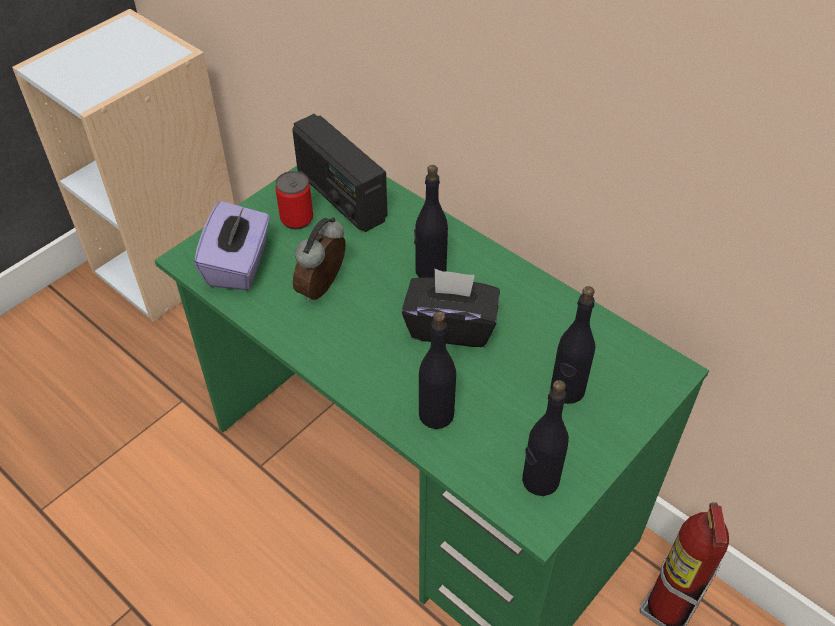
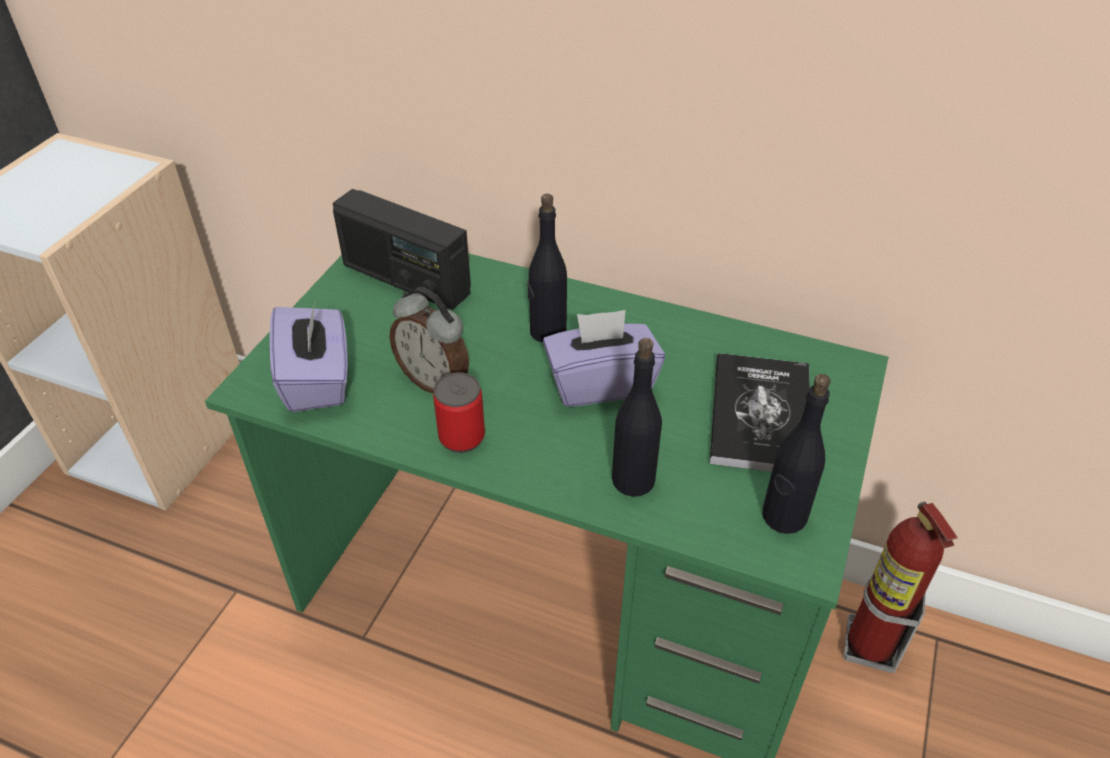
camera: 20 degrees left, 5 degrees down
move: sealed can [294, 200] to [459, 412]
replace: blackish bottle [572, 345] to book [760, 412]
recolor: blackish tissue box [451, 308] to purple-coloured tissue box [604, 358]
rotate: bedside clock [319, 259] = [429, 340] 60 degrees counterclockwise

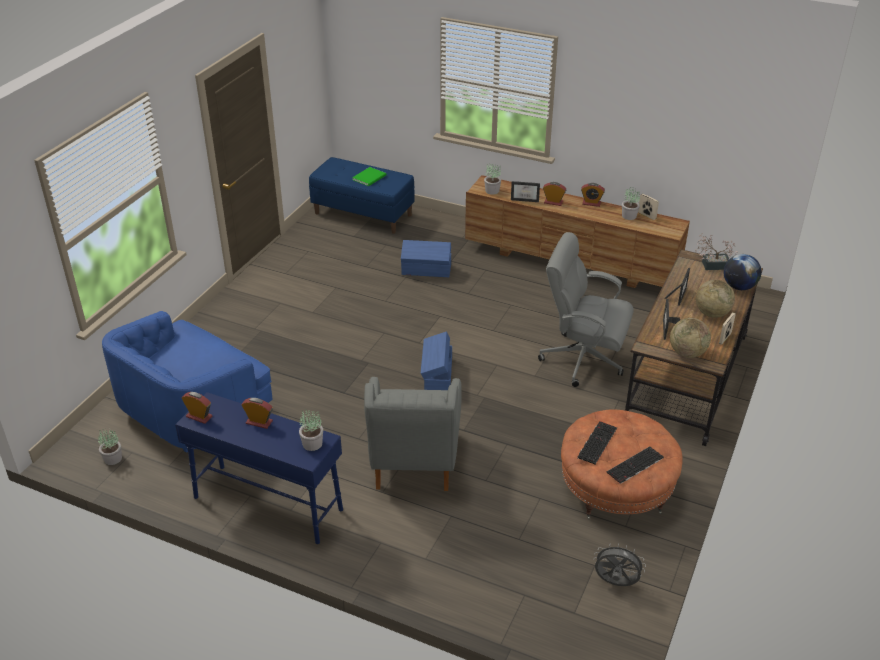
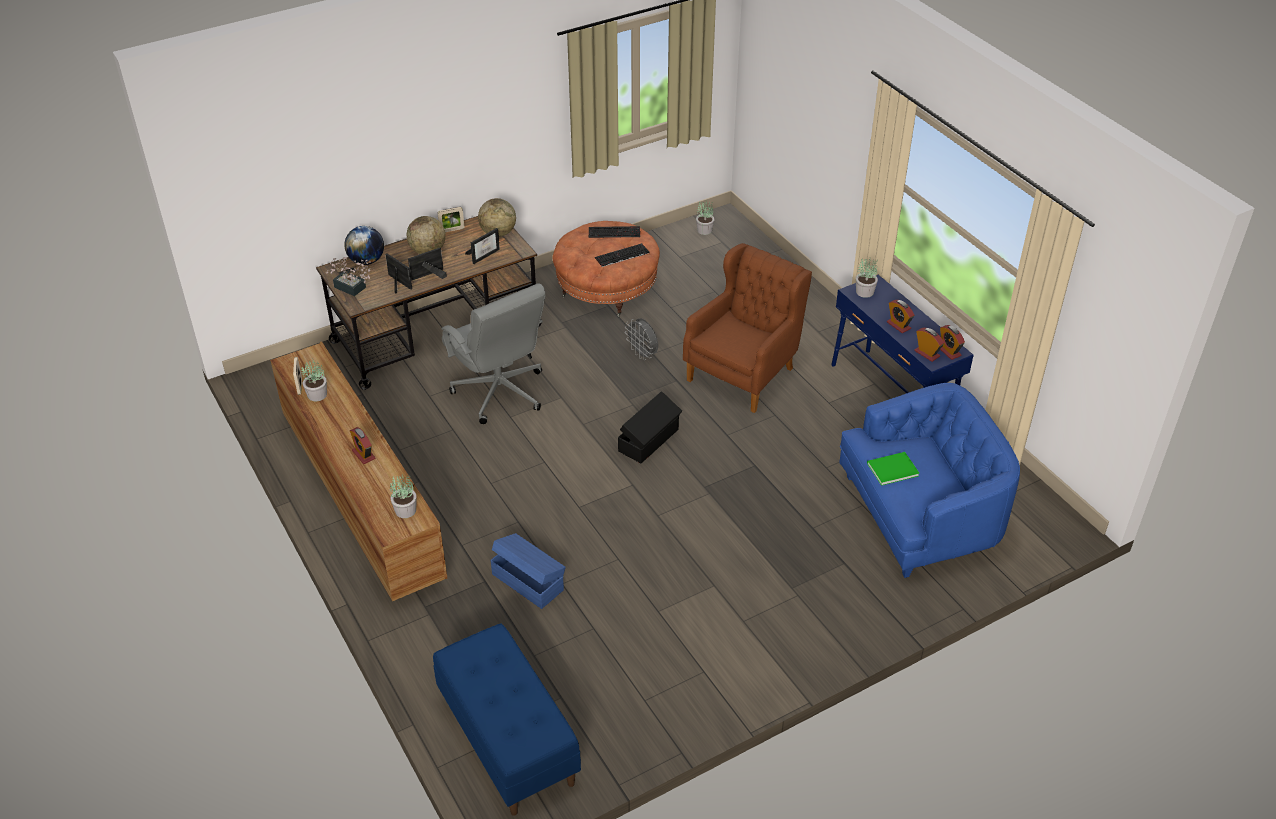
camera: 145 degrees left, 5 degrees up
move: green book [369, 176] to [893, 469]; photo frame [525, 191] to [398, 273]; bedside clock [593, 195] to [929, 345]; houseplant [110, 447] to [705, 218]; grey fan [620, 564] to [641, 339]
recolor: bluish storage bin [436, 361] to blackish storage bin [650, 427]; grey armchair [413, 434] to brownish armchair [747, 328]

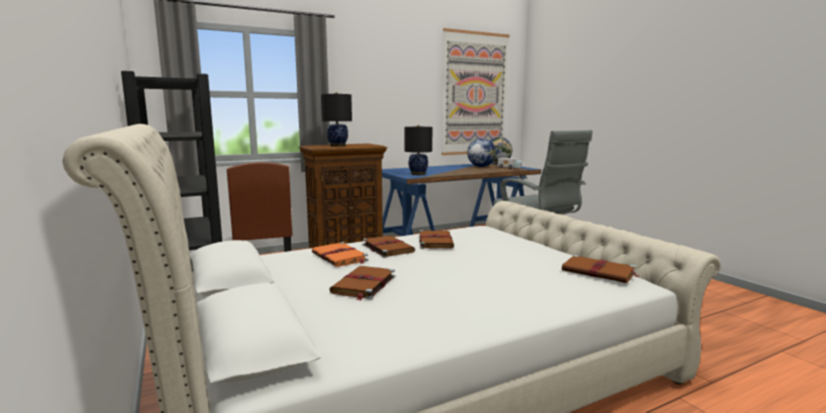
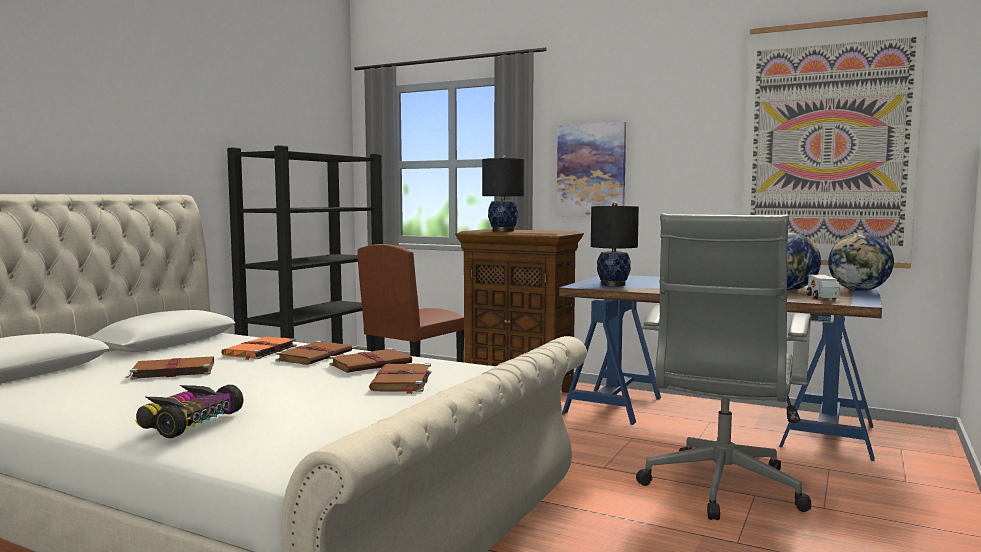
camera: 55 degrees right, 5 degrees down
insert: wall picture [591, 169]; miniature car [189, 411]
move: brownish book [600, 269] to [400, 379]

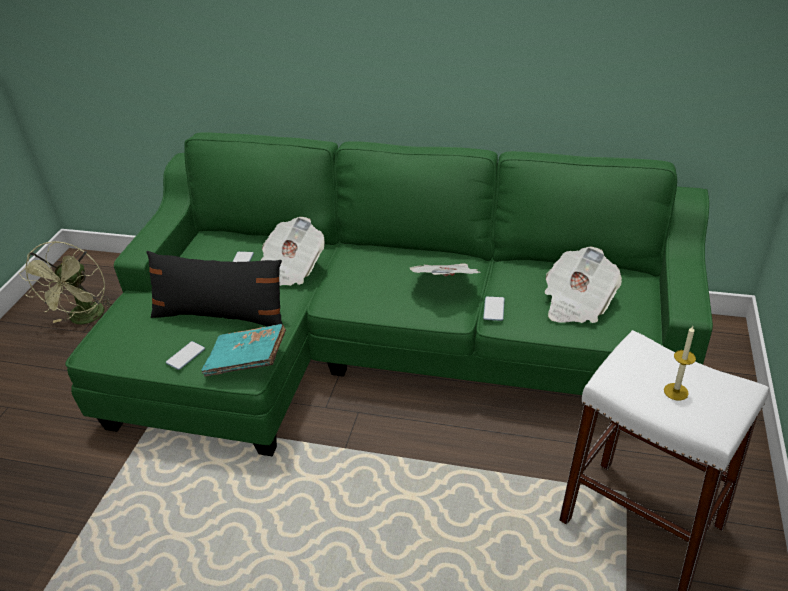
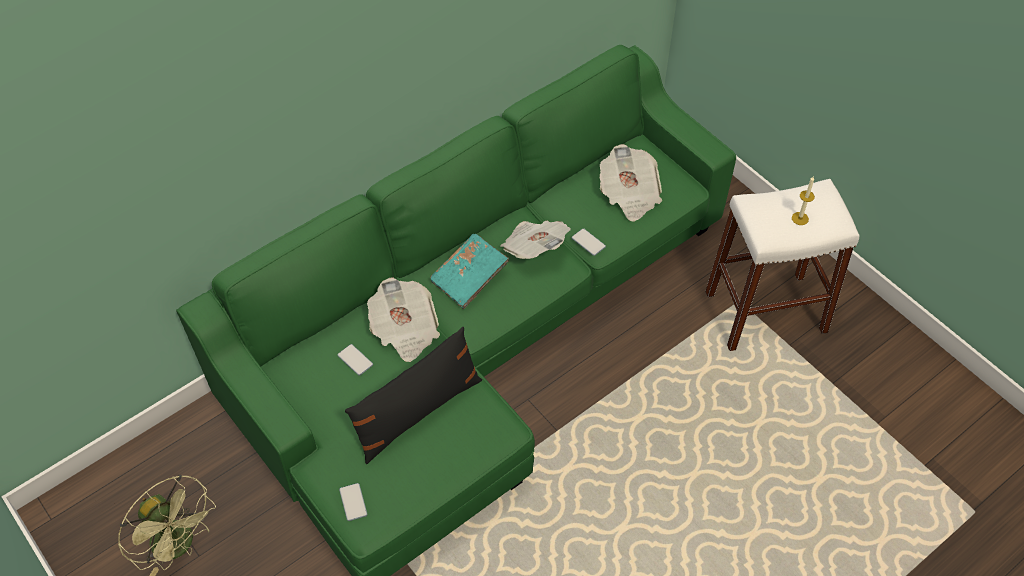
camera: 55 degrees left, 15 degrees up
move: turquoise-coloured book [243, 350] to [469, 271]; telephone [185, 355] to [353, 502]

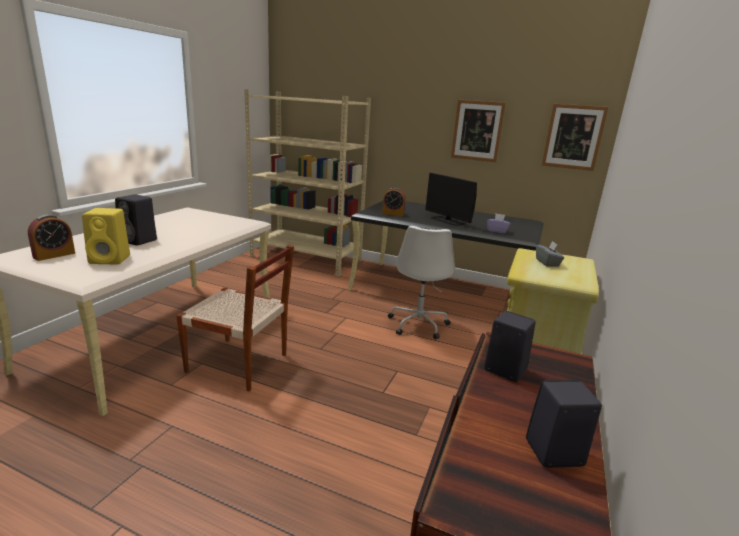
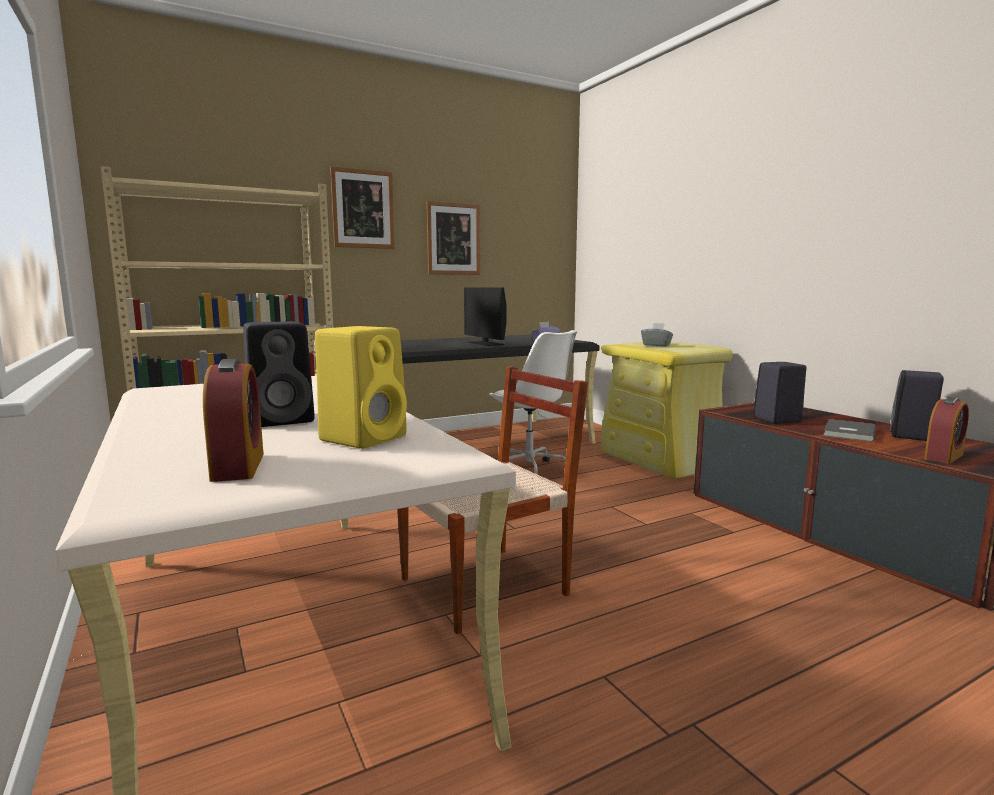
camera: 50 degrees left, 10 degrees down
insert: grey book [849, 430]
move: wall picture [575, 137] to [362, 207]; bedside clock [393, 201] to [946, 430]
rotate: computer screen [451, 199] = [485, 316] 60 degrees clockwise

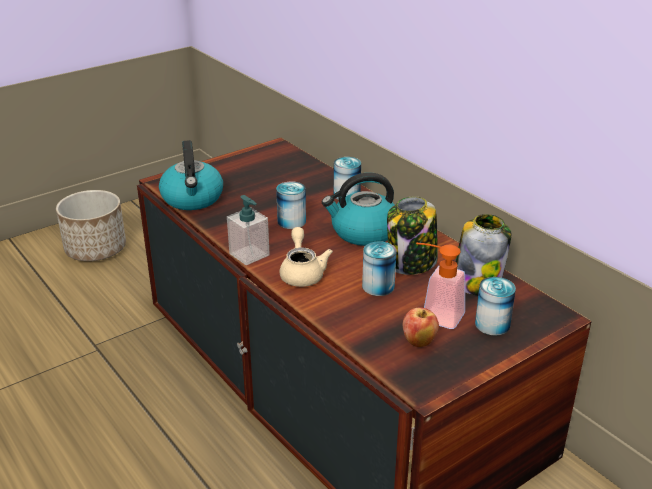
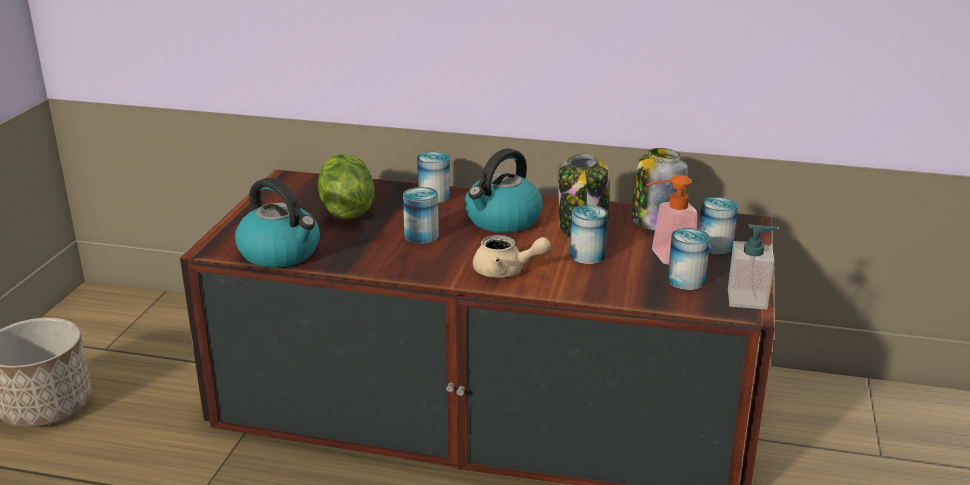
camera: 40 degrees left, 5 degrees down
insert: lettuce head [346, 186]
move: soap dispenser [248, 230] to [752, 267]
replace: apple [420, 327] to sealed can [689, 259]
rotate: beige-coloured teapot [306, 257] = [512, 256] 150 degrees clockwise

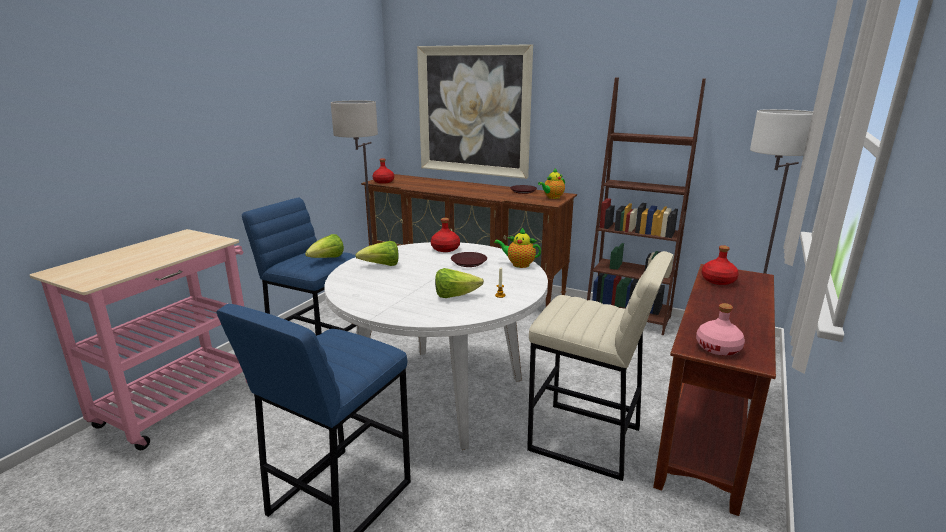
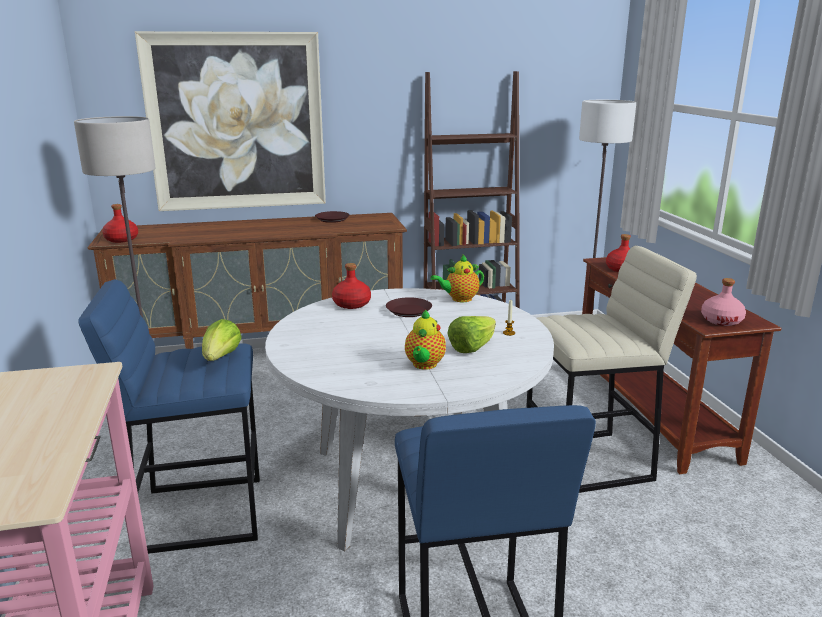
camera: 40 degrees left, 0 degrees up
delete: lettuce head [377, 253]
move: teapot [551, 183] to [425, 340]

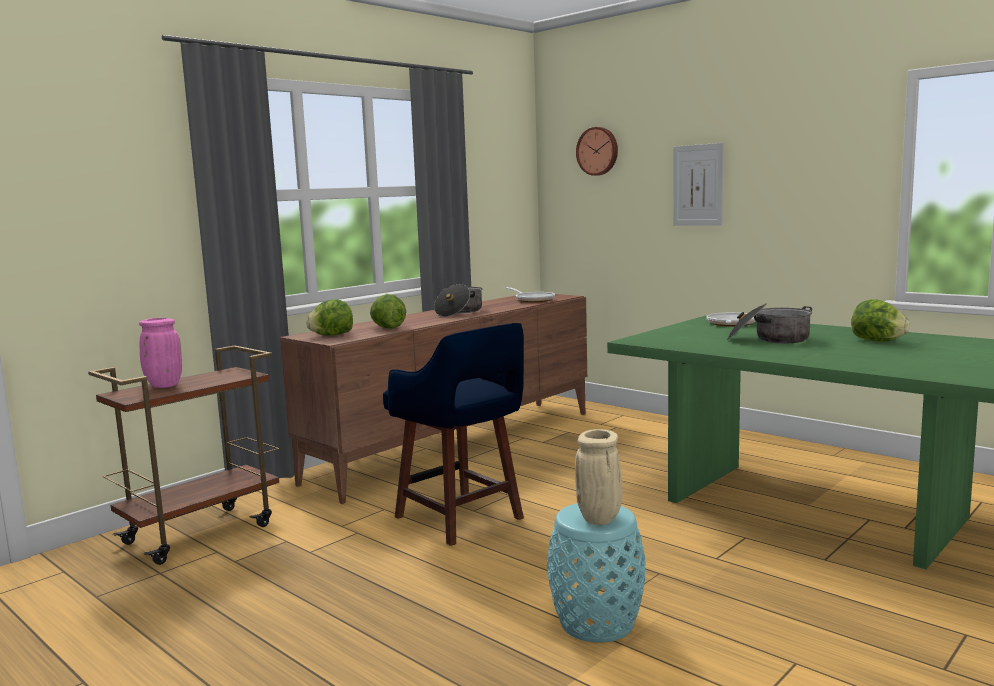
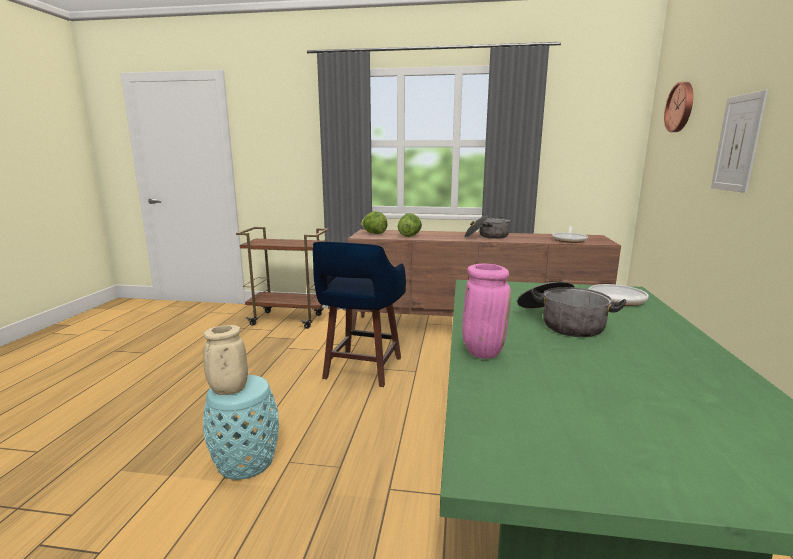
camera: 55 degrees right, 5 degrees up
delete: lettuce head [880, 320]
move: pink flower vase [160, 353] to [486, 311]

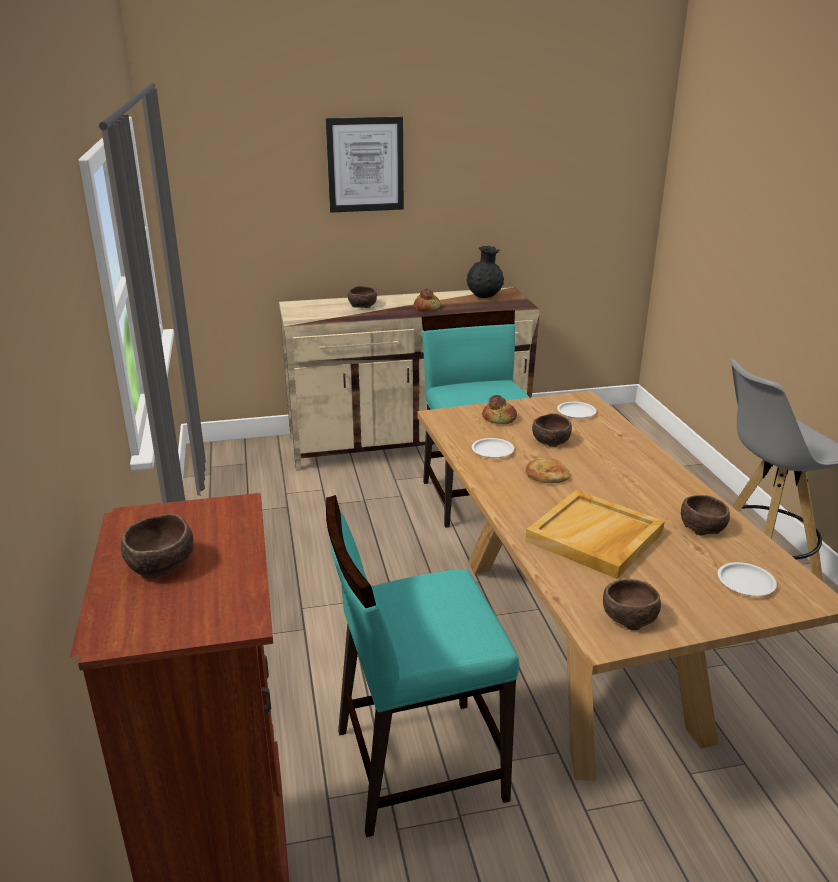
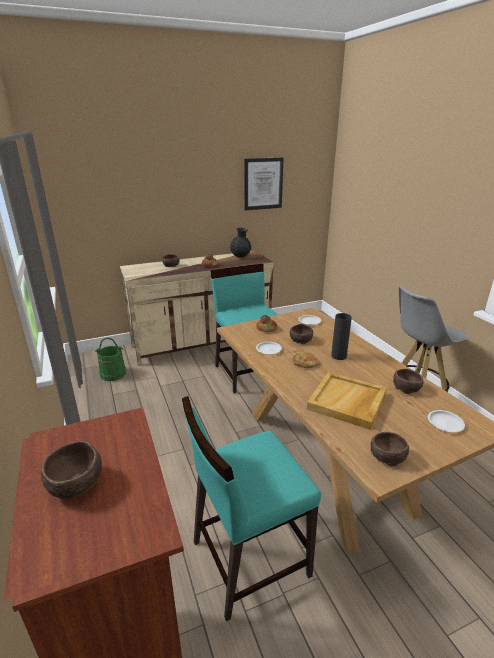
camera: 10 degrees left, 0 degrees up
insert: blackish flower vase [341, 336]; green pail [110, 359]
move: wall picture [365, 165] to [264, 183]

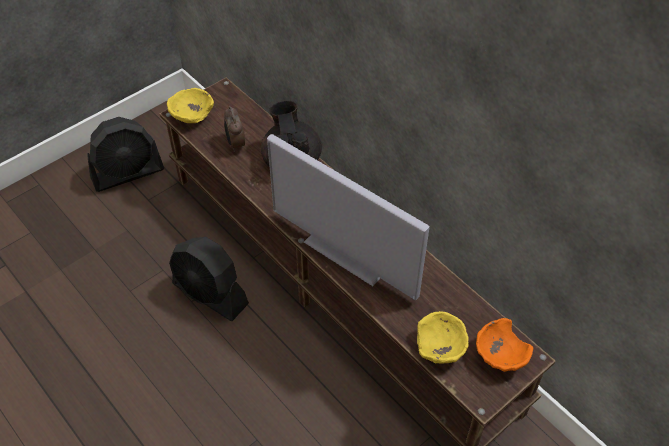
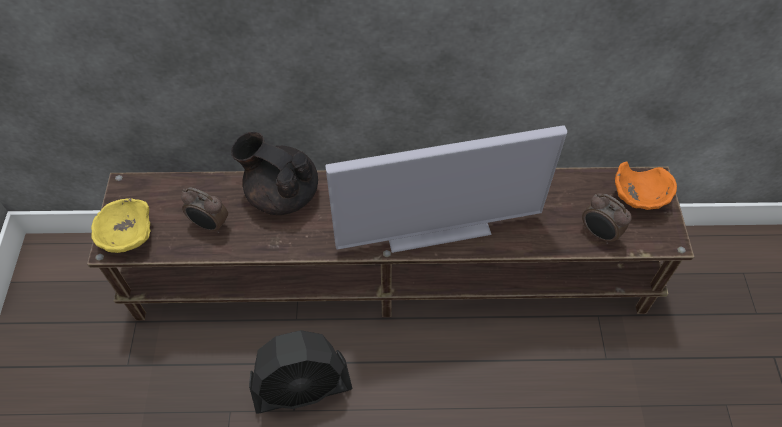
camera: 50 degrees left, 5 degrees up
delete: blackish fan [126, 154]
replace: yellow bowl [443, 337] to bedside clock [607, 218]

